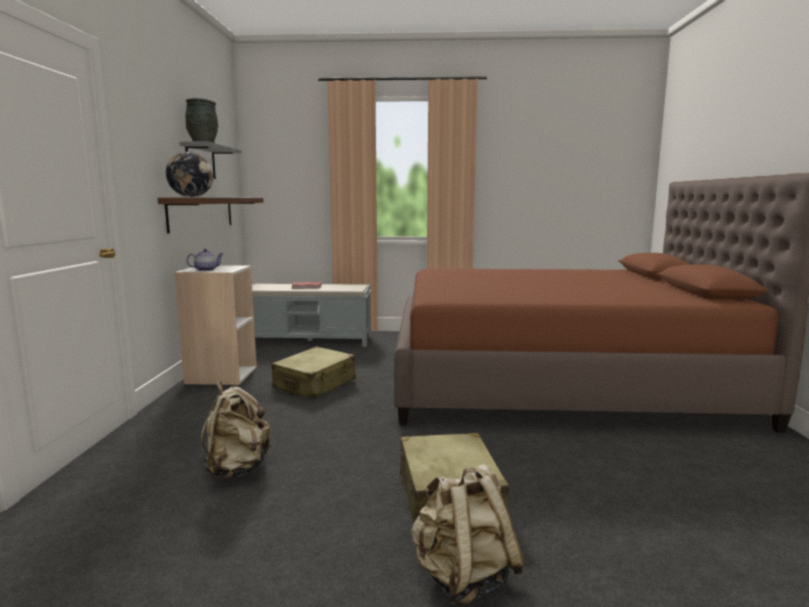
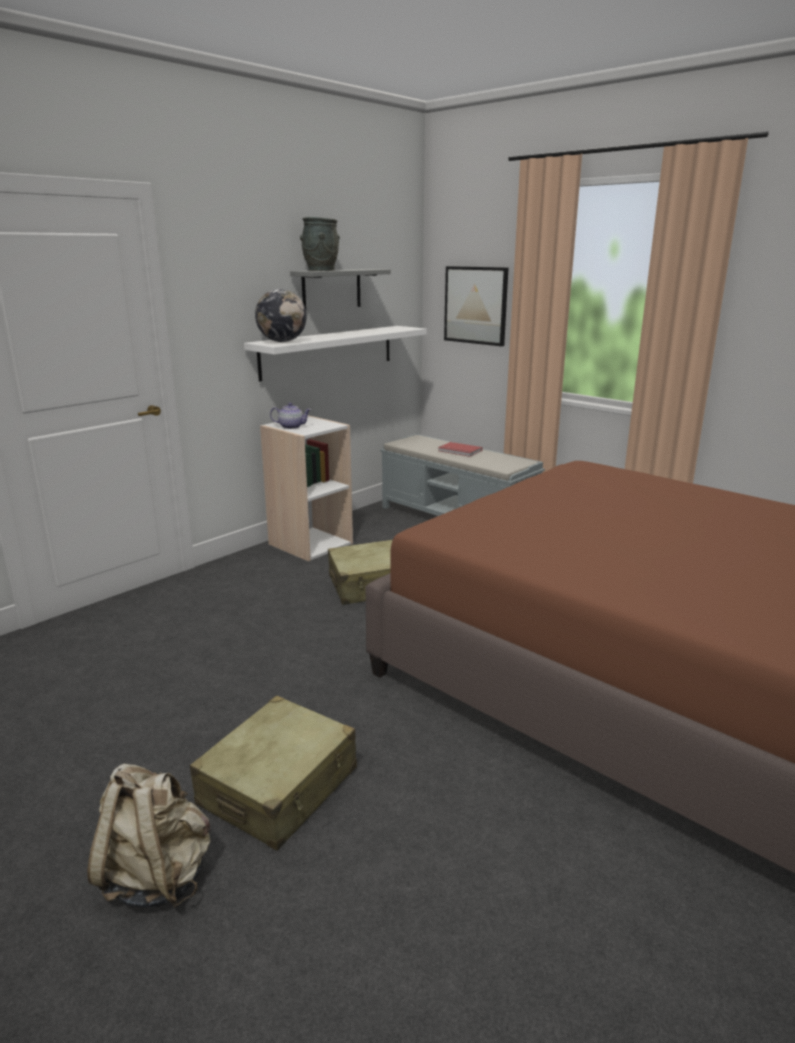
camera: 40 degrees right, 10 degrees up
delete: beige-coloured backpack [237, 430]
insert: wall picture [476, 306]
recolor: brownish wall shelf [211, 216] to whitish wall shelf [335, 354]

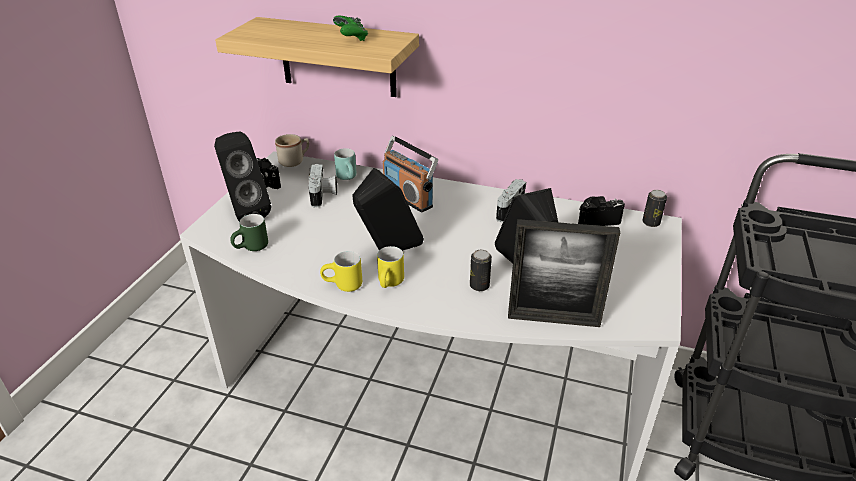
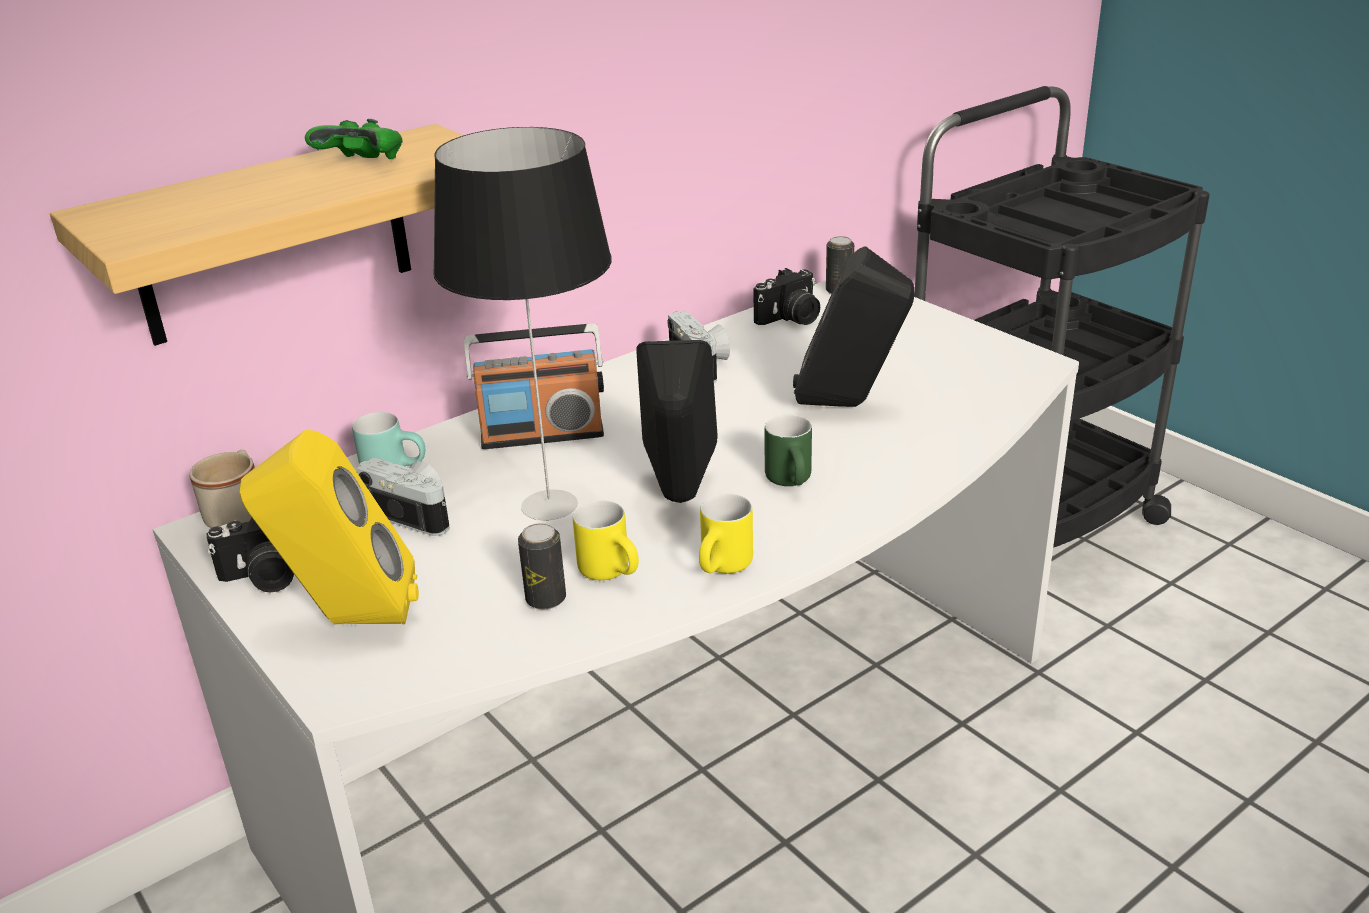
camera: 55 degrees left, 5 degrees down
delete: photo frame [564, 273]
insert: tabletop lamp [522, 324]
move: green tea mug [249, 232] to [788, 450]; yellow tea mug [390, 267] to [606, 540]; sealed can [481, 270] to [542, 566]
recolor: blackish speaker [242, 176] to yellow speaker [329, 527]
rotate: photo camera [601, 211] = [786, 296] 150 degrees counterclockwise

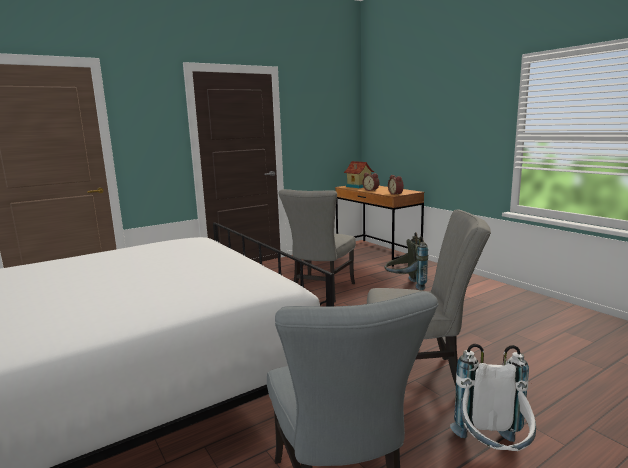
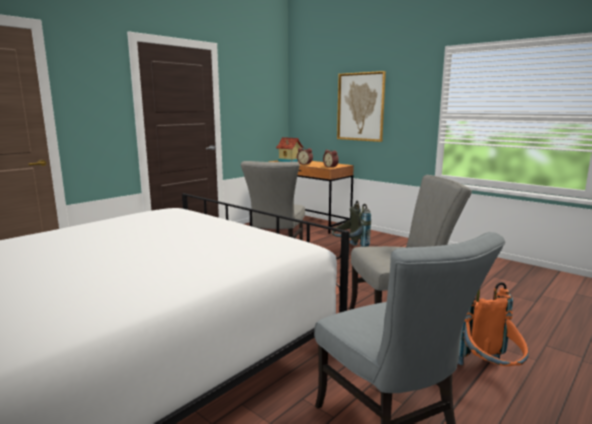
camera: 15 degrees left, 0 degrees up
insert: wall picture [361, 106]
recolor: whitish backpack [493, 397] to orange-coloured backpack [493, 324]

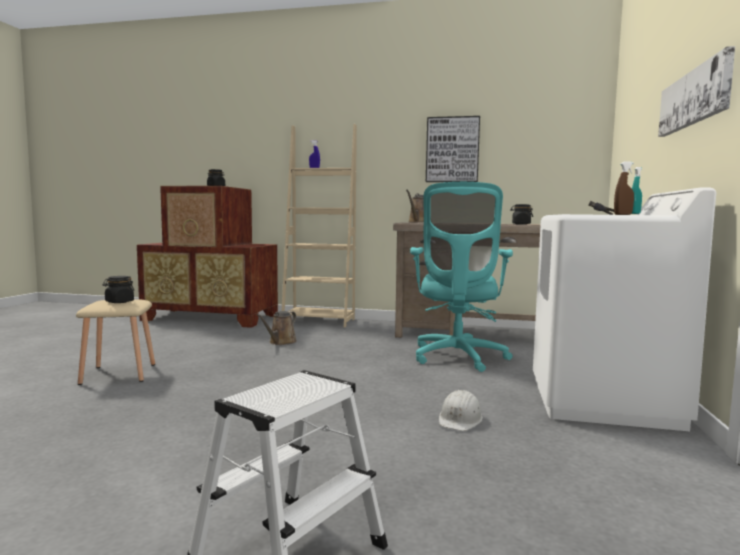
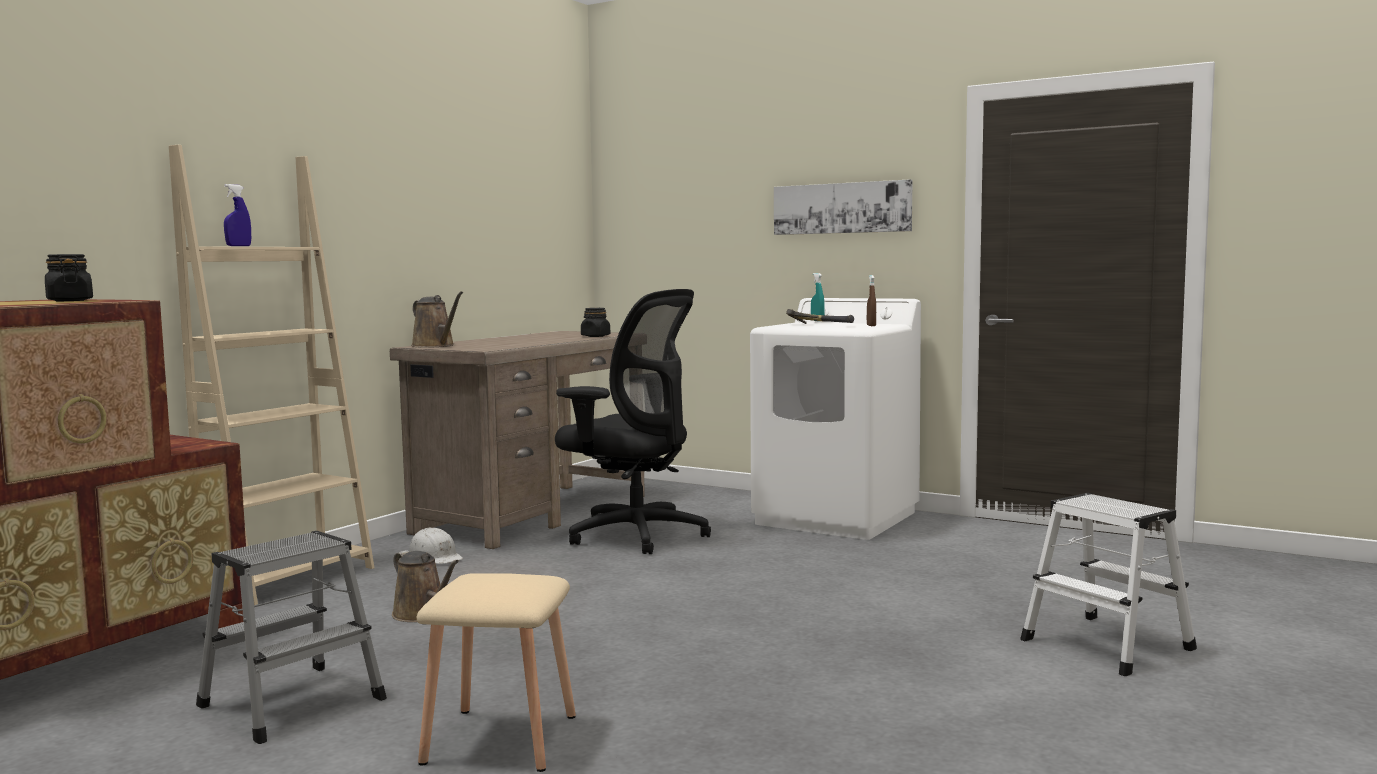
camera: 70 degrees left, 0 degrees up
delete: wall picture [453, 149]; blackish storage jar [118, 289]
insert: grey step stool [291, 637]
move: whitish work helmet [461, 410] to [436, 546]
recolor: turquoise-coloured computer chair [461, 277] to blackish computer chair [633, 421]

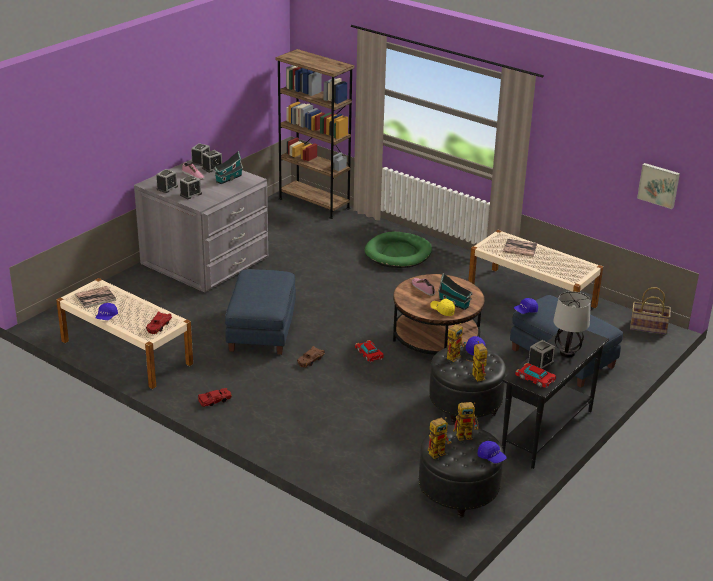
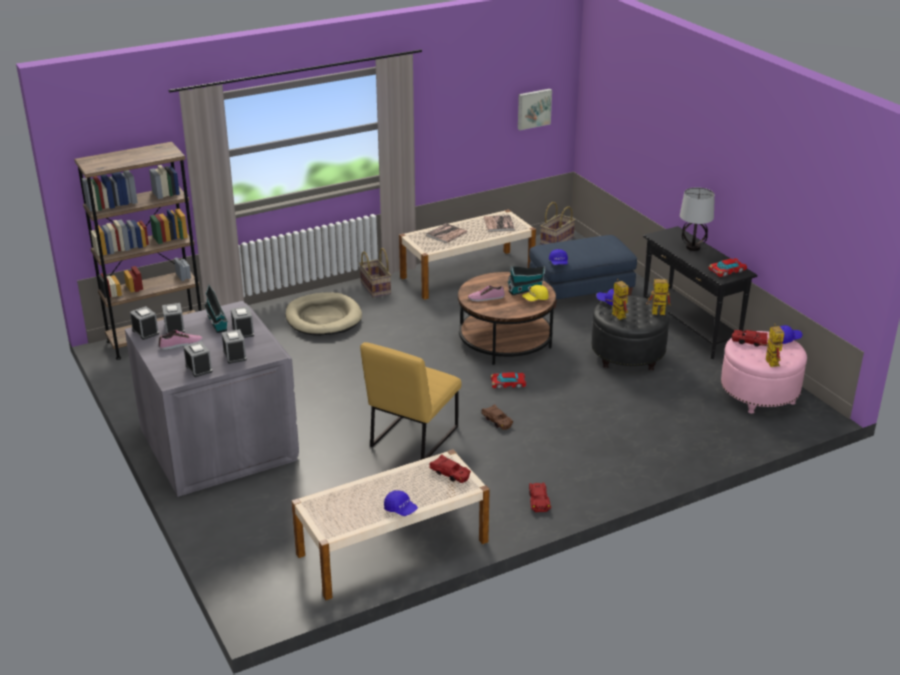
camera: 65 degrees left, 0 degrees up
insert: household basket [375, 273]
move: book [95, 297] to [499, 223]; bedside clock [541, 354] to [242, 322]
replace: bluish ottoman [260, 312] to yellow plain chair [411, 401]; model robot [466, 421] to reddish miniature car [750, 338]
recolor: green pet bed [398, 250] to beige-coloured pet bed [323, 314]; blackish ottoman [461, 471] to pink ottoman [764, 372]

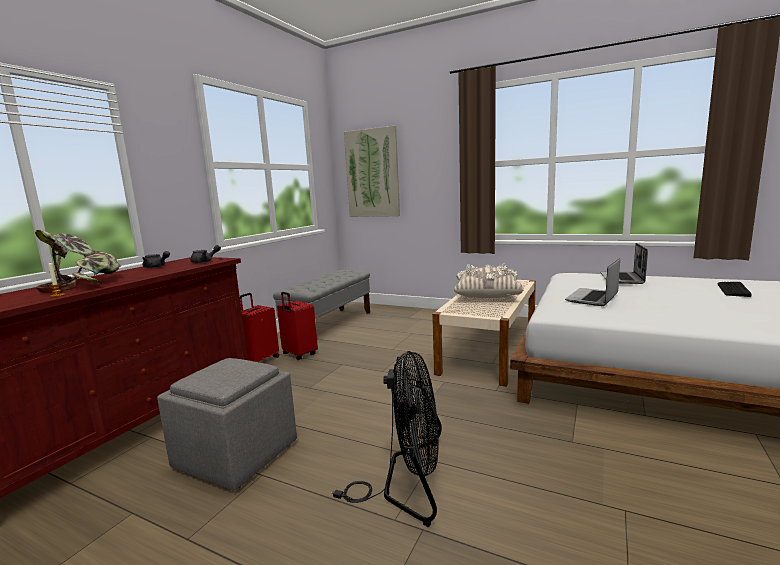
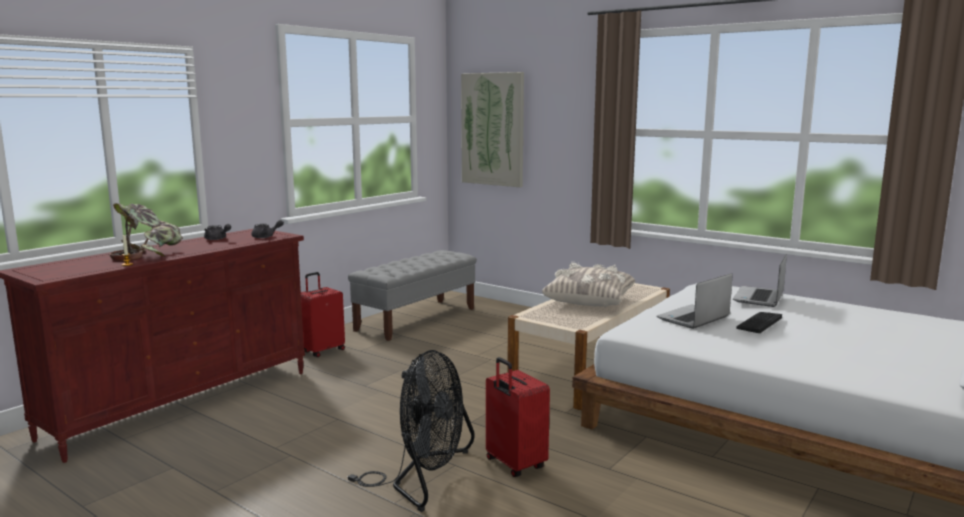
camera: 10 degrees right, 0 degrees up
delete: grey ottoman [227, 424]
move: PC keyboard [735, 289] to [759, 322]; reddish piece of luggage [297, 326] to [518, 417]

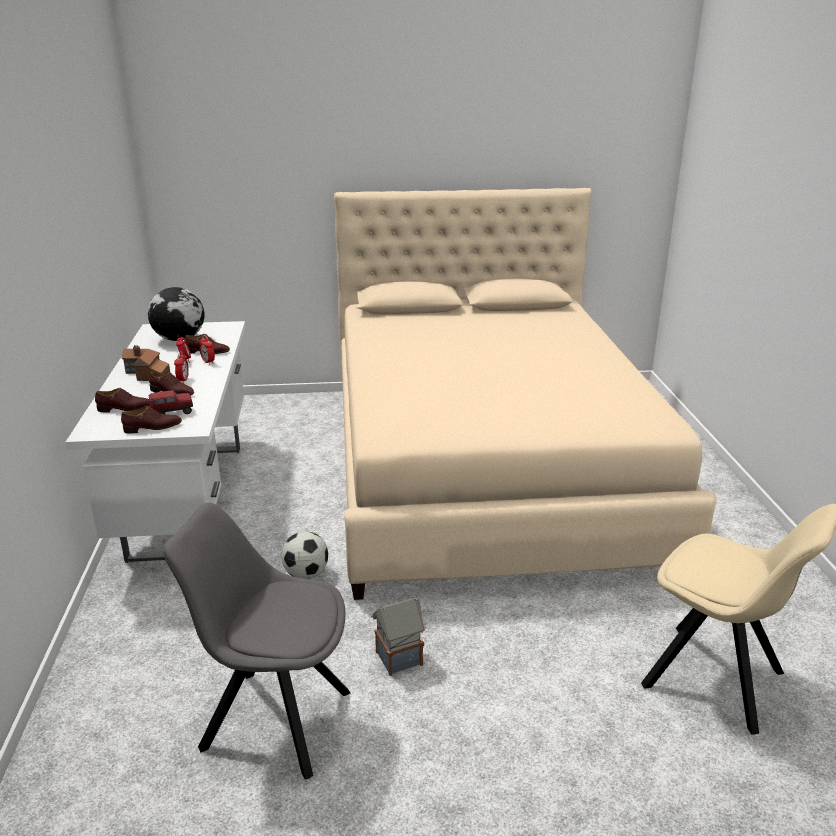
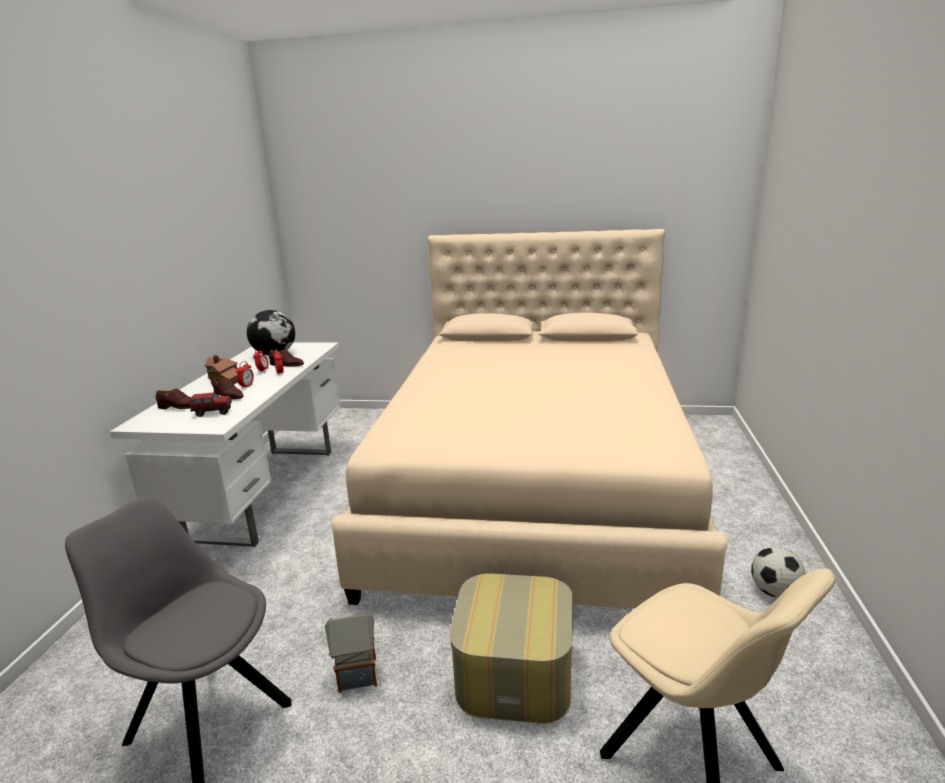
camera: 15 degrees right, 5 degrees down
delete: brownish item of footwear [151, 420]
insert: ottoman [511, 648]
move: football ball [305, 555] to [778, 572]

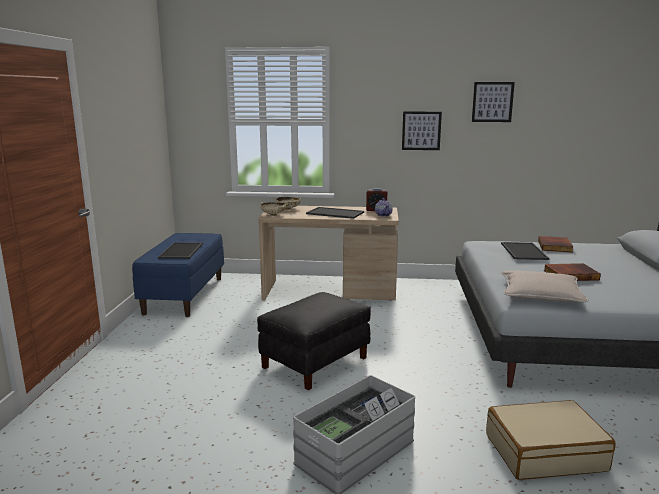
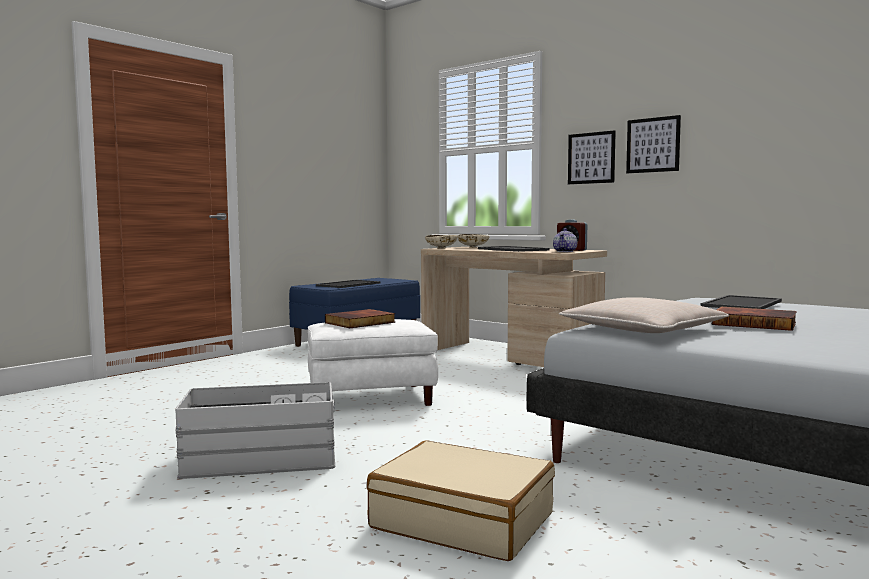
camera: 35 degrees right, 10 degrees down
move: wall picture [493, 102] to [592, 157]; book [555, 244] to [360, 318]
recolor: blackish ottoman [314, 341] to whitish ottoman [373, 362]

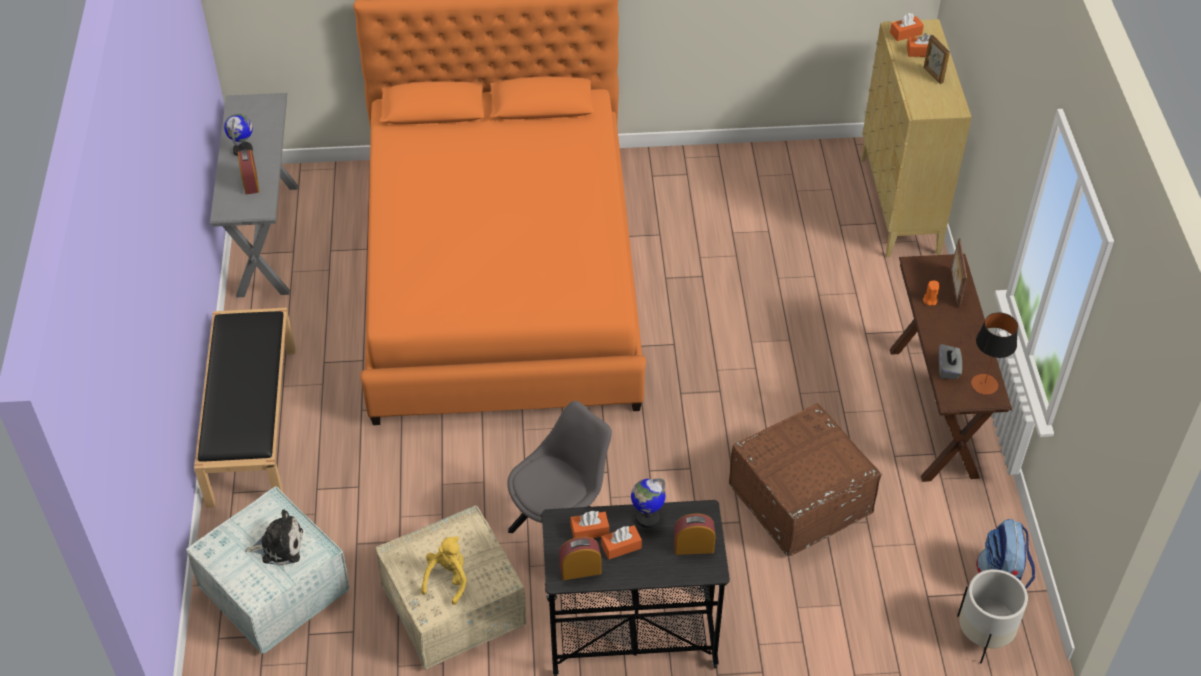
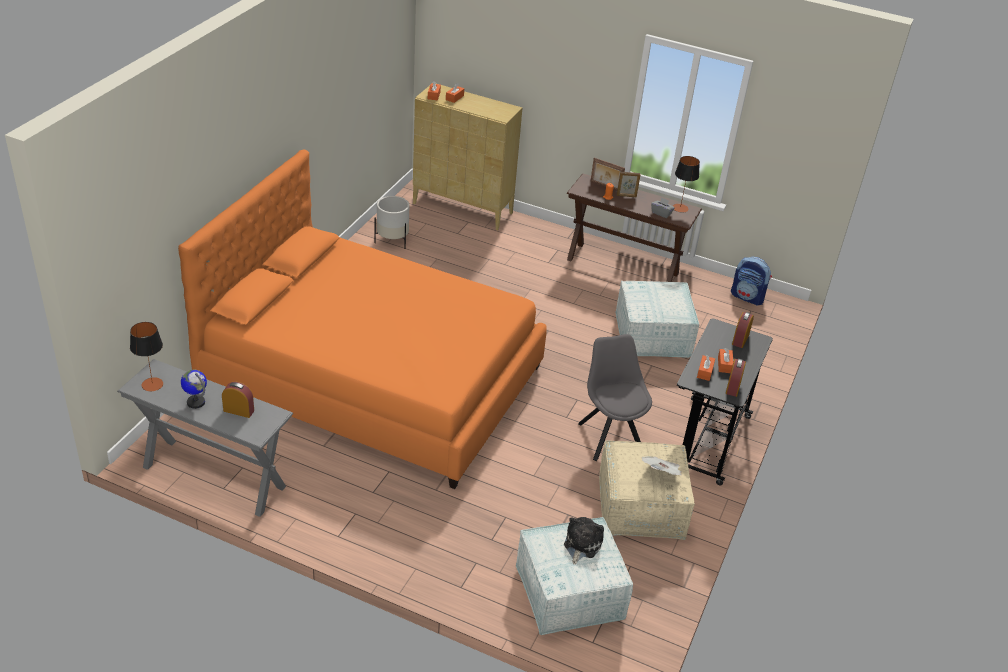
camera: 65 degrees left, 10 degrees down
delete: blackish long seat [244, 408]; world globe [648, 503]
insert: tabletop lamp [146, 356]
move: photo frame [937, 59] to [629, 184]; whitish planter [992, 616] to [392, 222]
replace: yellow cuddly toy [444, 570] to printed paper [662, 465]
recolor: brownish ottoman [805, 479] to whitish ottoman [657, 319]

